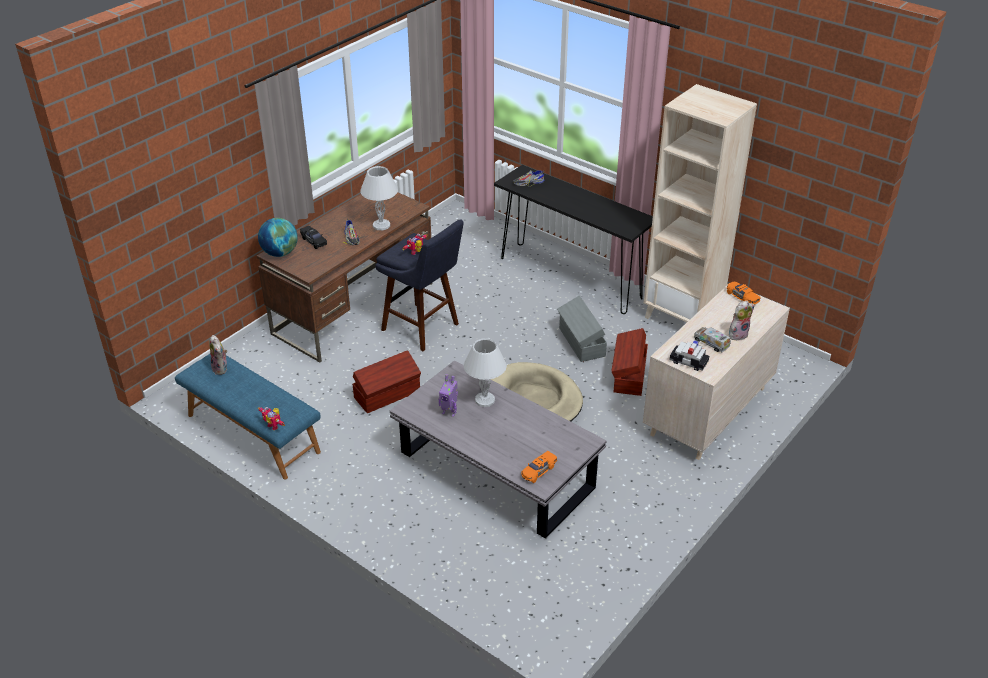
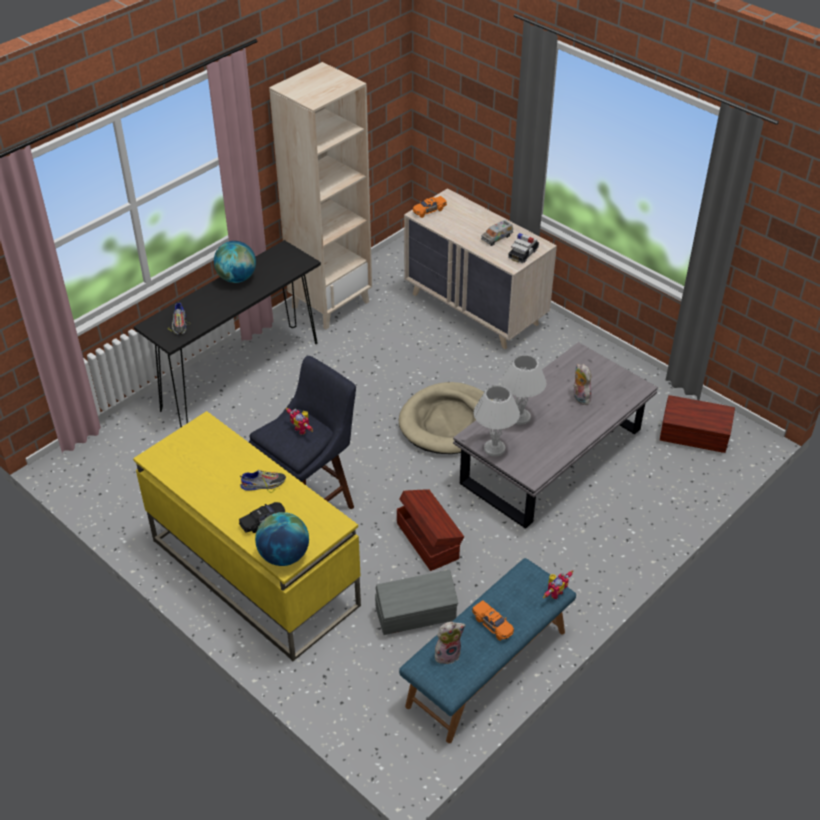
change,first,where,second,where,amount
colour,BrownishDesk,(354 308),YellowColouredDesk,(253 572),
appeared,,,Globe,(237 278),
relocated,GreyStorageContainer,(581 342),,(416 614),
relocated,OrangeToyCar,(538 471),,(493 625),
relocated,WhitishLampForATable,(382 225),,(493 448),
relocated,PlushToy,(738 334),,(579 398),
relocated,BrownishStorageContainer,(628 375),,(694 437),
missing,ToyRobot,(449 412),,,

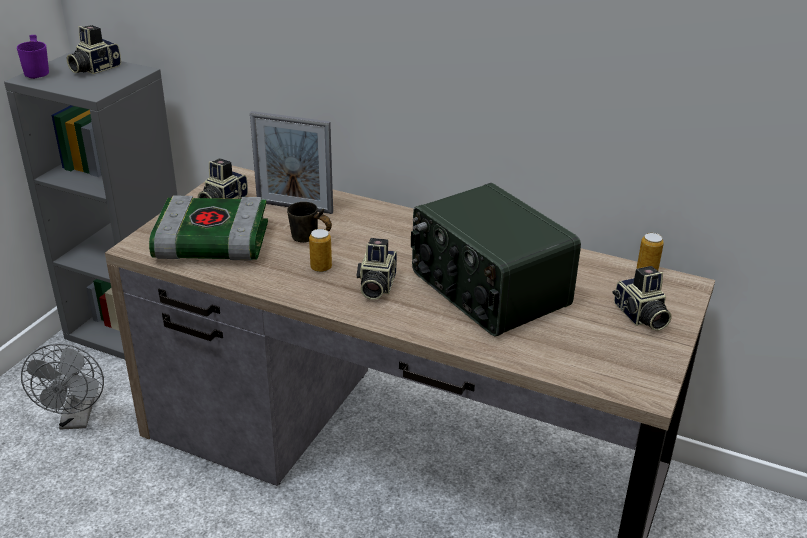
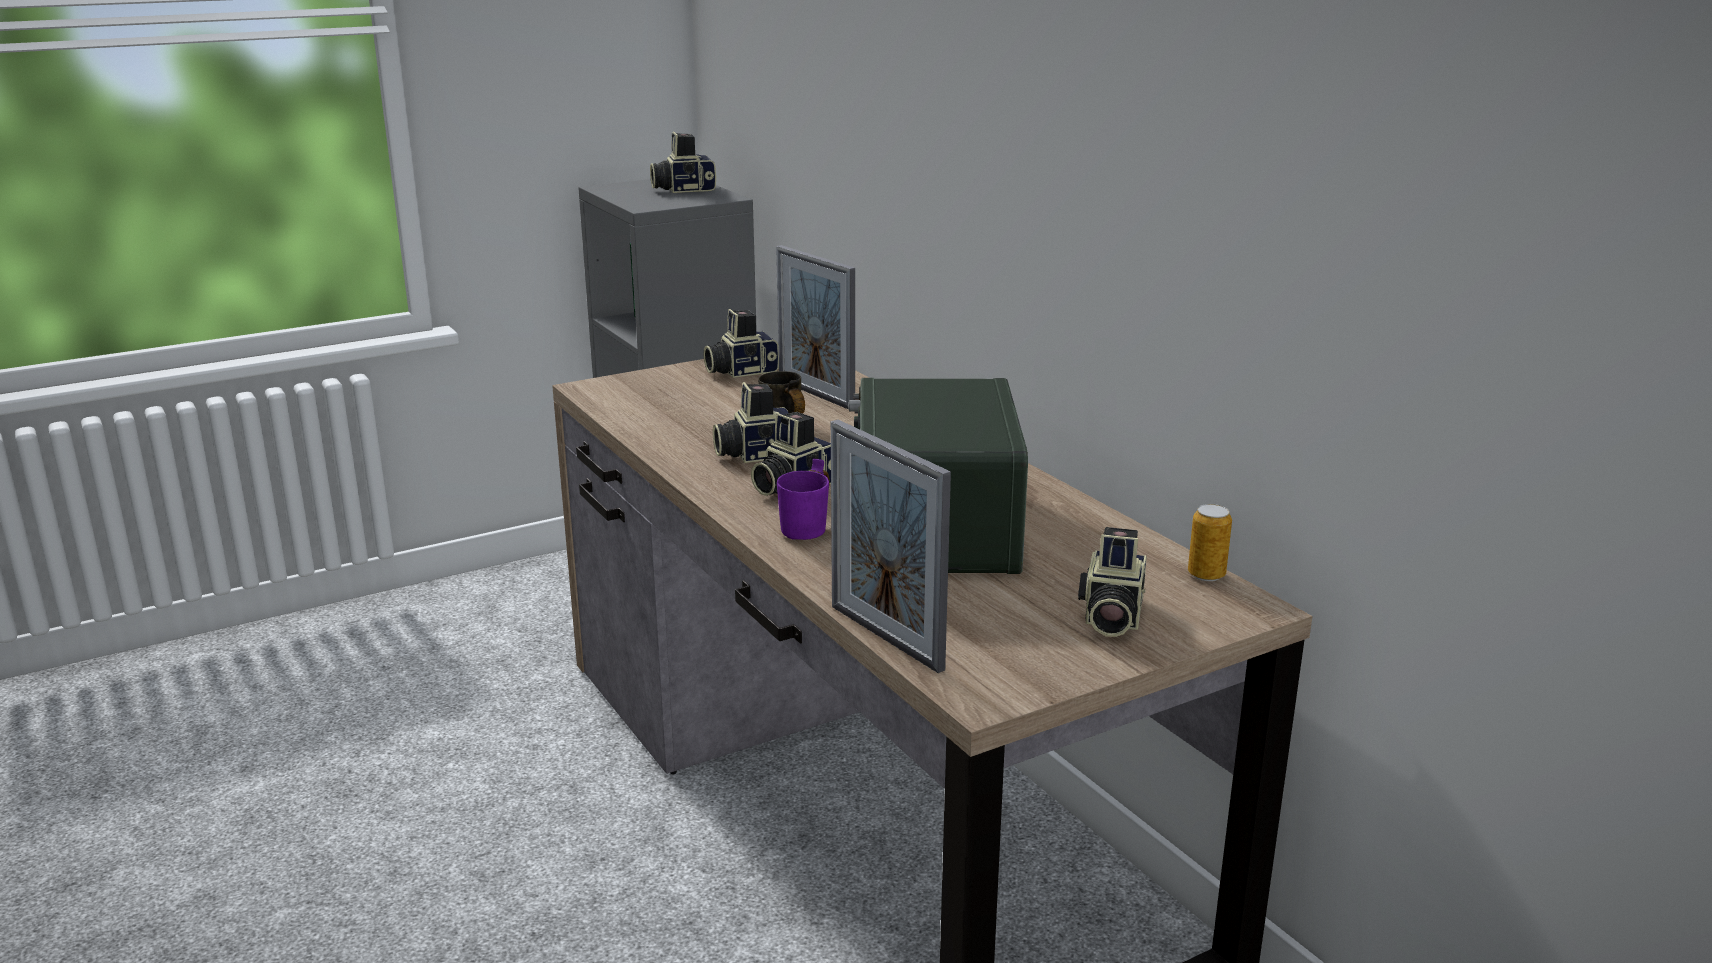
change,first,where,second,where,amount
exchanged,Can,(321 268),PhotoCamera,(756 454),
relocated,PurpleColouredTeaMug,(41 73),,(812 530),
appeared,,,StandingFrame,(886 637),
missing,GreyFan,(76 420),,,
missing,Volume,(210 244),,,

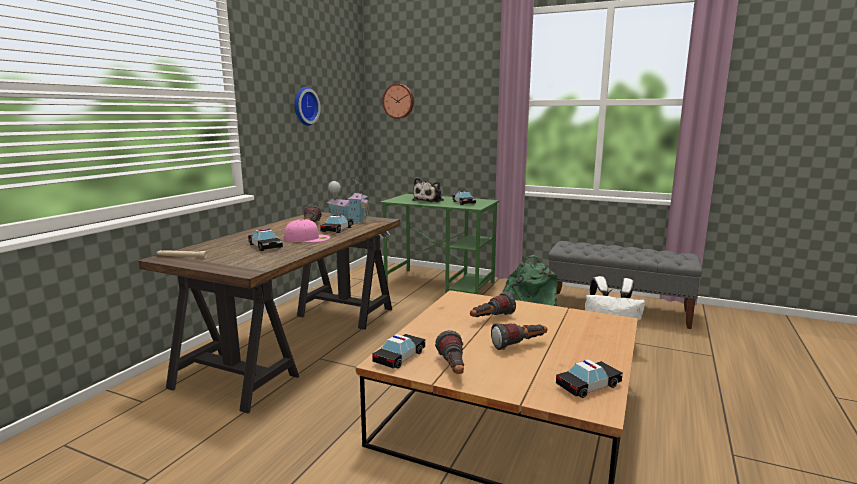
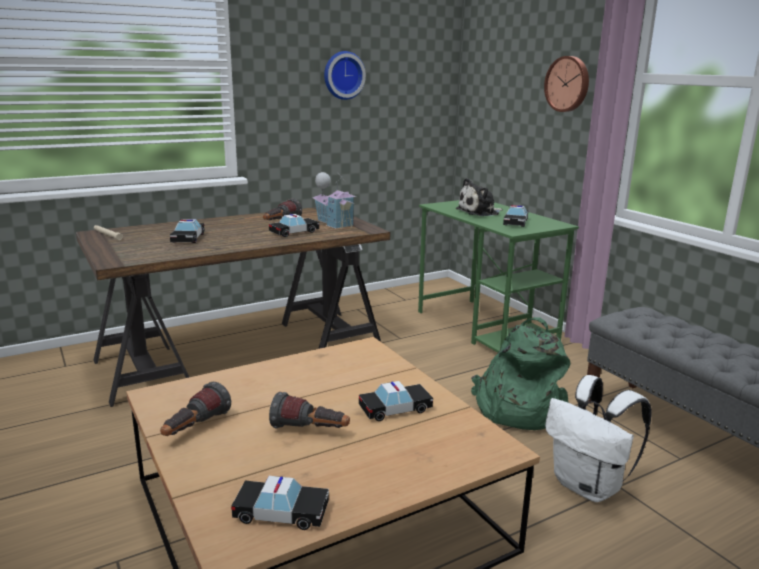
change,first,where,second,where,amount
relocated,ToyCar,(399 357),,(395 409),
relocated,WallClock,(399 101),,(568 84),
missing,PinkishBaseballCap,(307 238),,,
missing,HandTorch,(490 319),,,

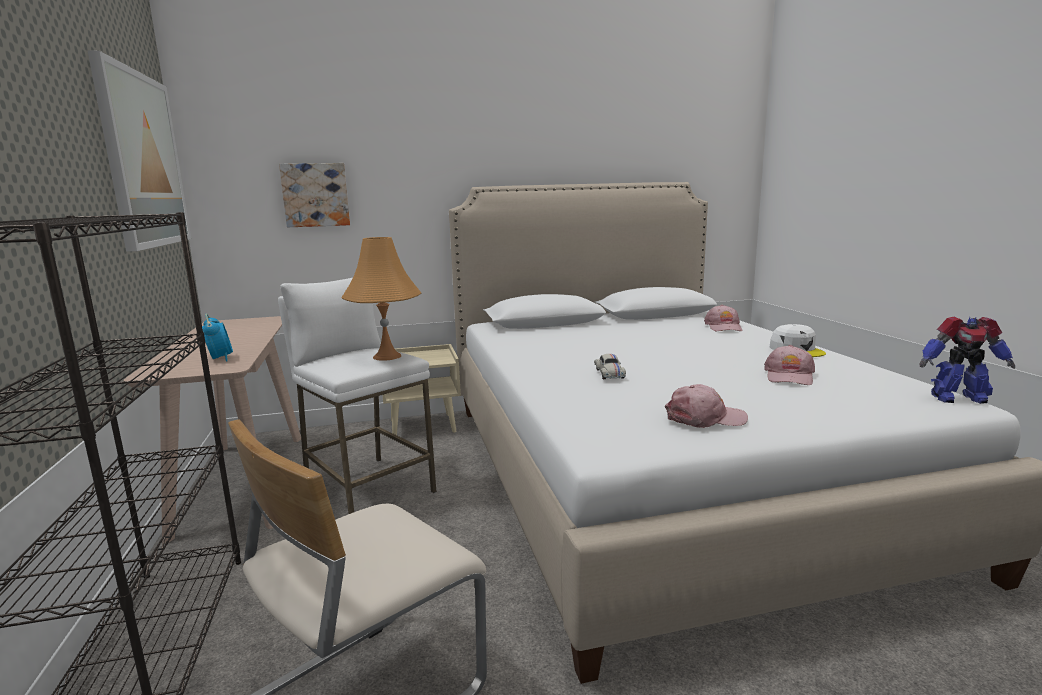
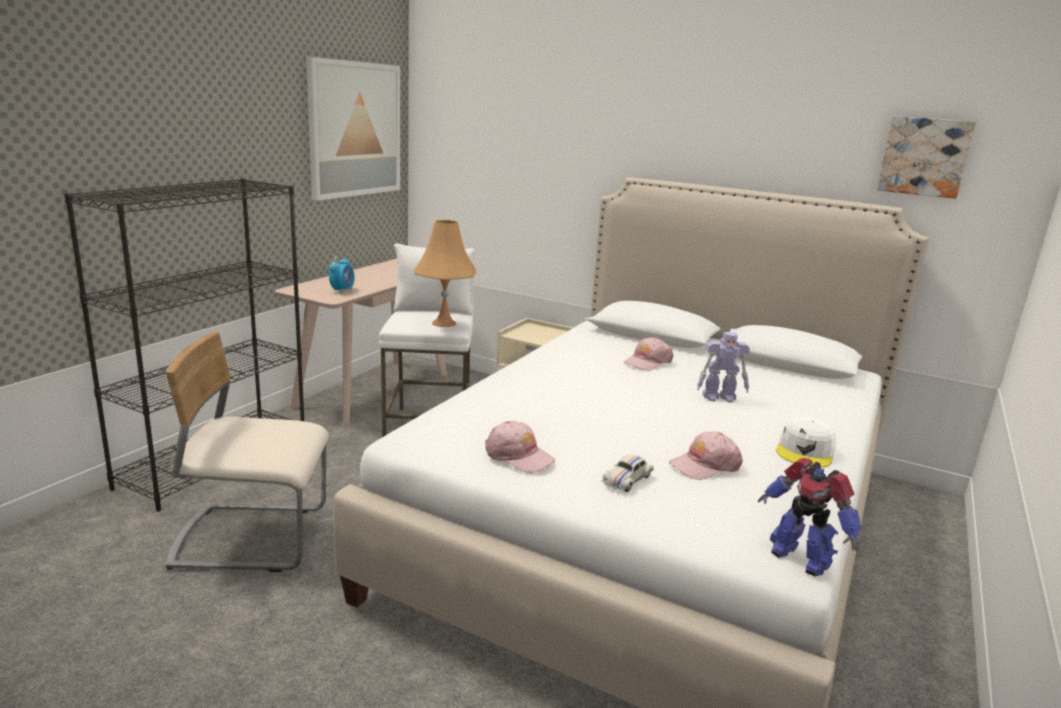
change,first,where,second,where,amount
relocated,WhitishToyCar,(609 374),,(627 480),
relocated,PinkishBaseballCap,(723 327),,(647 362),
appeared,,,ToyRobot,(720 397),
relocated,Picture,(316 195),,(924 156),

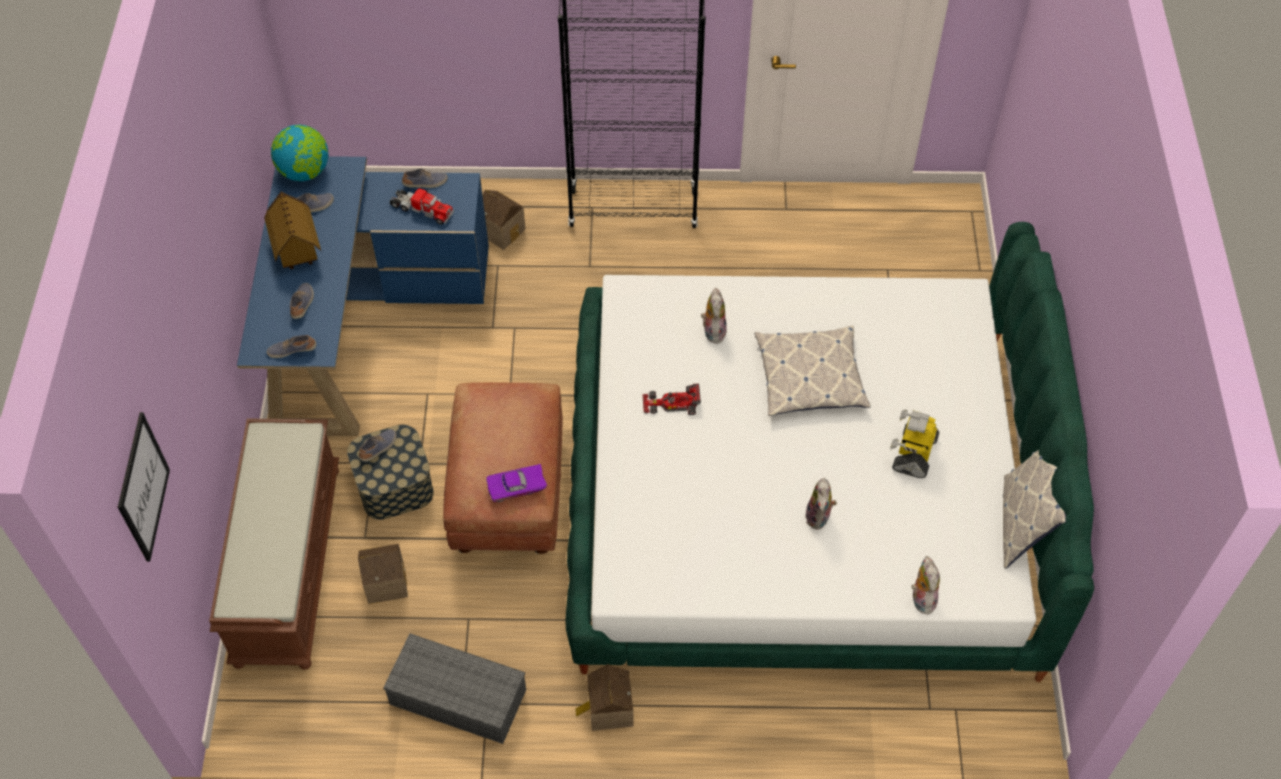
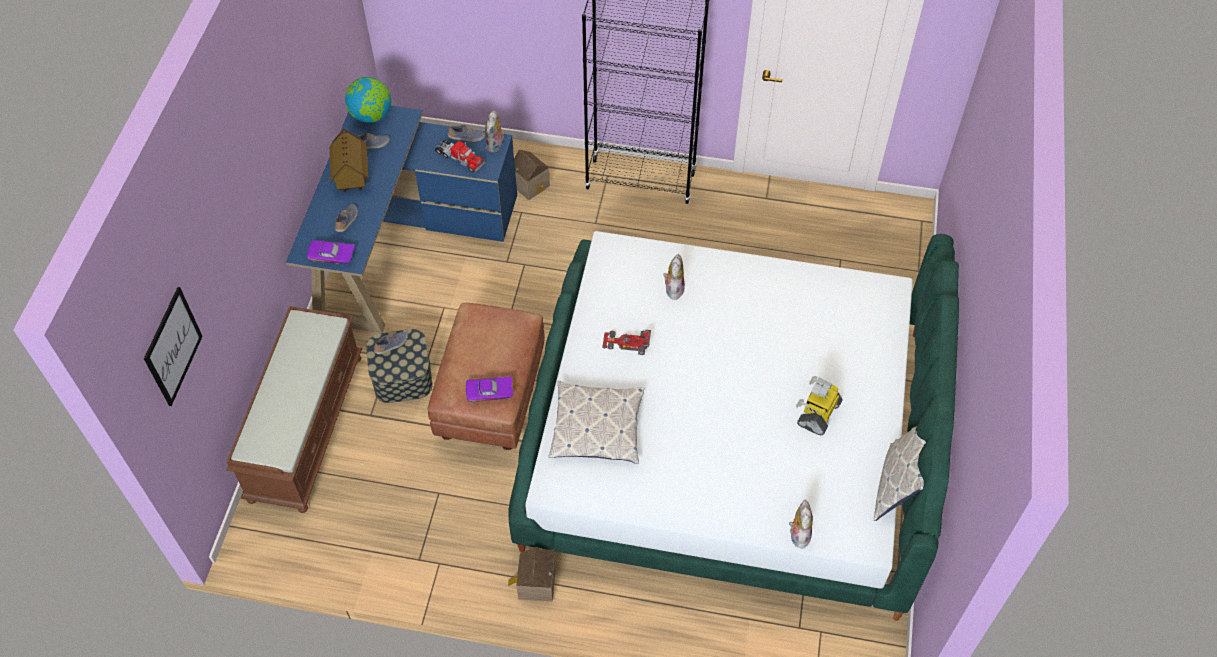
change,first,where,second,where,amount
exchanged,Shoe,(292 350),PurpleColouredToyCar,(331 256),
relocated,PlushToy,(819 517),,(496 145),
relocated,ThrowPillow,(810 377),,(597 427),
missing,MiniatureHouse,(385 580),,,
missing,GreyStorageContainer,(456 697),,,

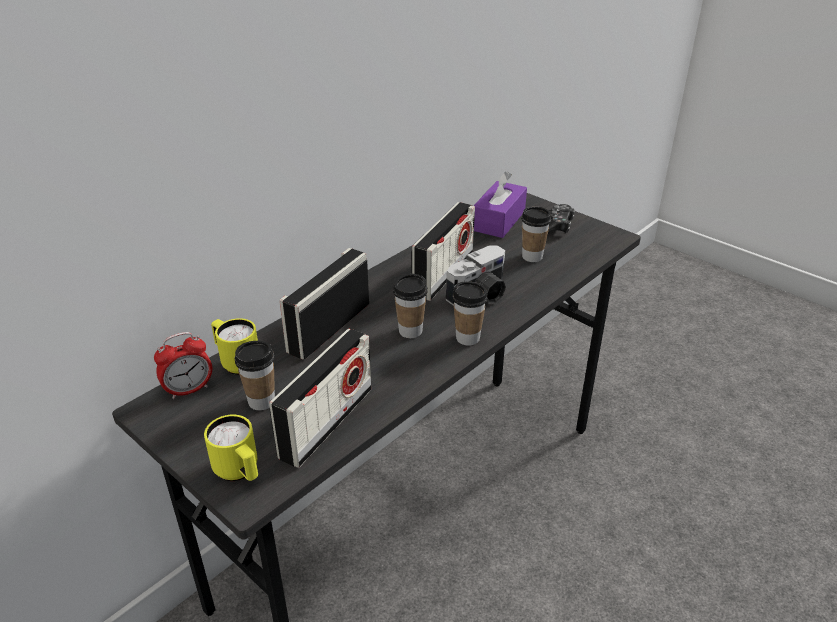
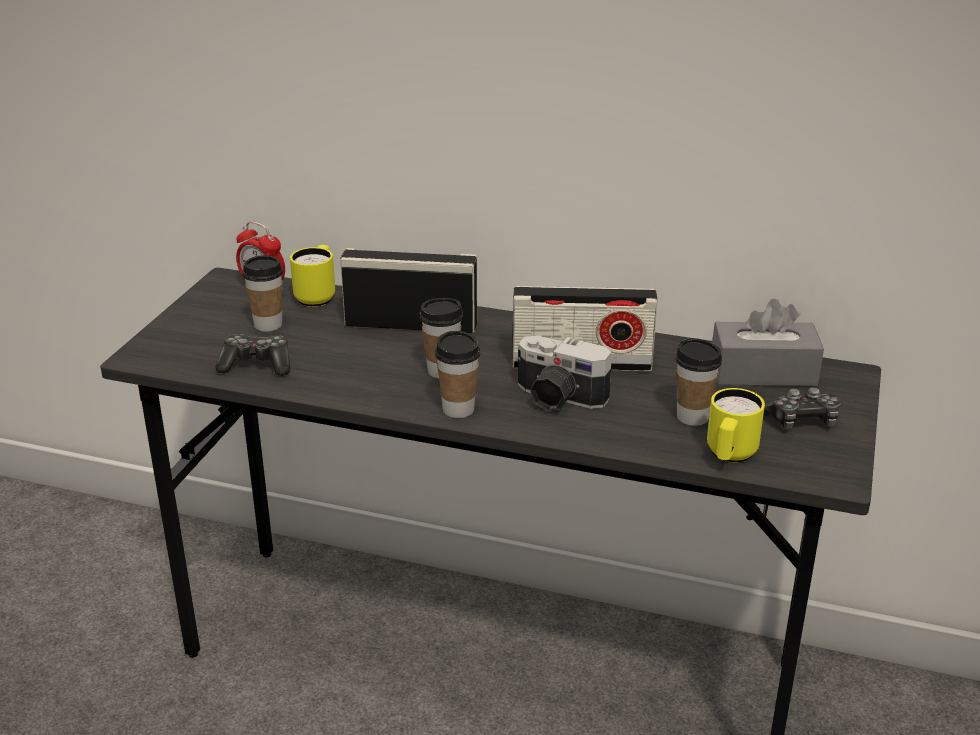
change,first,where,second,where,amount
exchanged,Radio,(326 422),Joypad,(256 365),
relocated,YellowColouredTeaMug,(240 473),,(729 456),
colour,PurpleColouredTissueBox,(498 220),GreyTissueBox,(763 372),

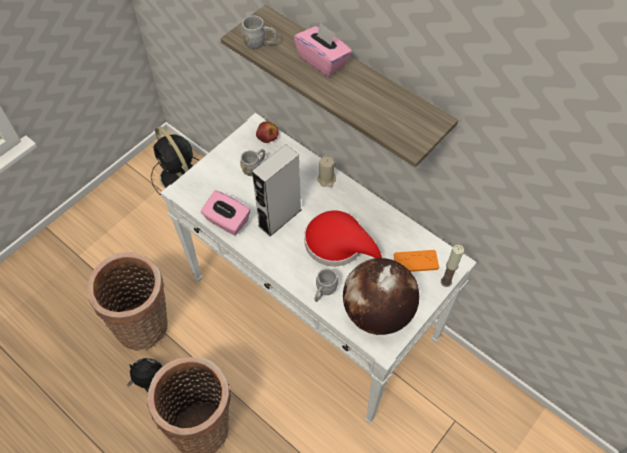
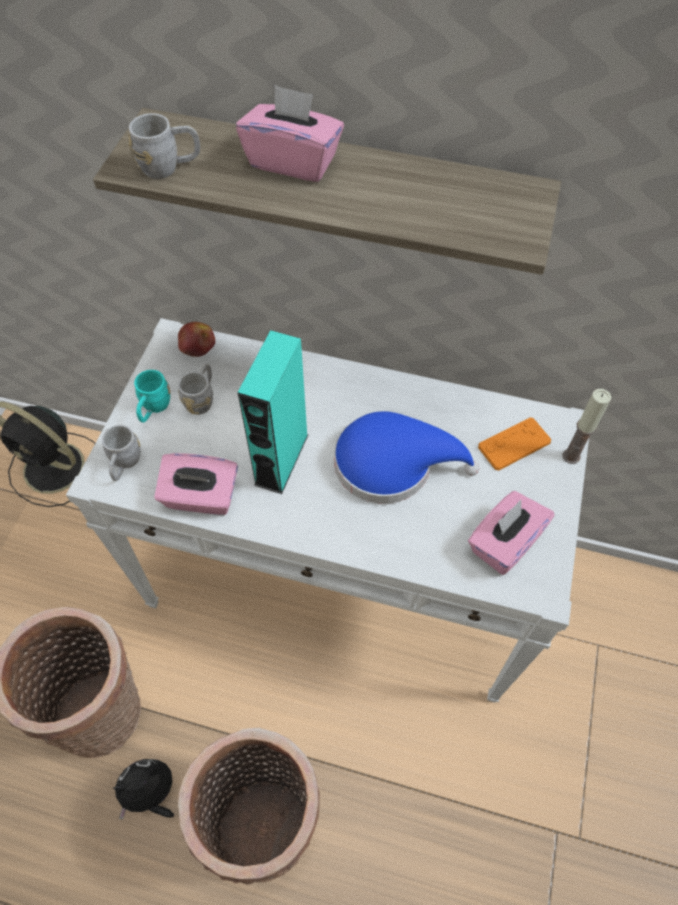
change,first,where,second,where,amount
relocated,GreyTeaMug,(324 292),,(124 464),
appeared,,,TurquoiseTeaMug,(153 409),
colour,GreyLoudspeaker,(279 218),TurquoiseLoudspeaker,(281 459),
colour,ReddishHat,(339 244),BluishHat,(392 463),
exchanged,Globe,(377 312),PinkishTissueBox,(504 542),
missing,SandColouredWaxLight,(326 179),,,

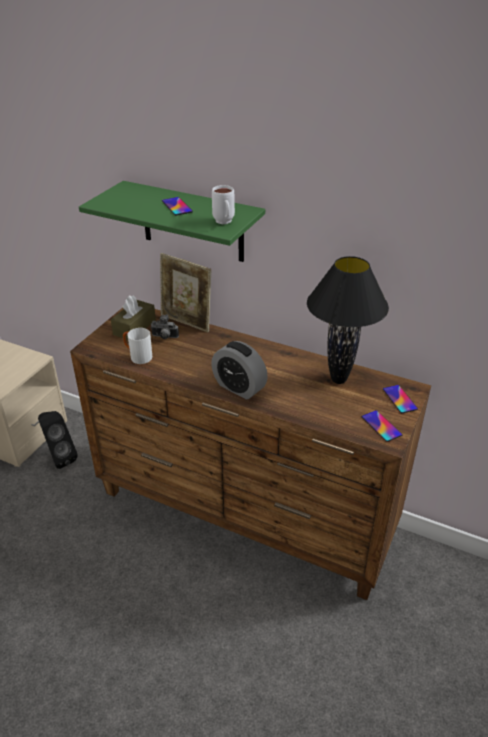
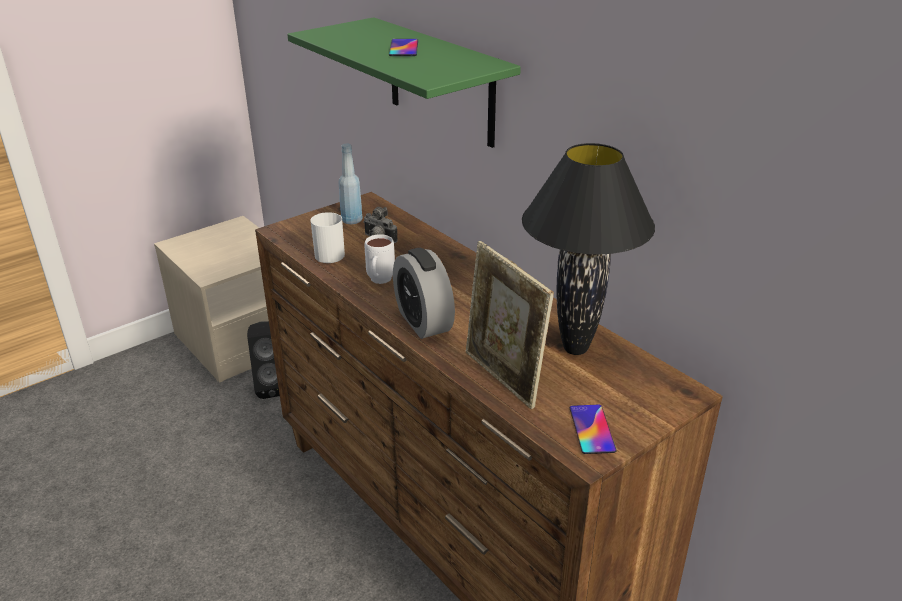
change,first,where,second,where,amount
exchanged,BrownishTissueBox,(134 327),BluishBeverageBottle,(351 220),
relocated,WhitishTeaMug,(224 223),,(379 282),
relocated,StandingFrame,(186 322),,(503 378),
missing,Phone,(399 399),,,

